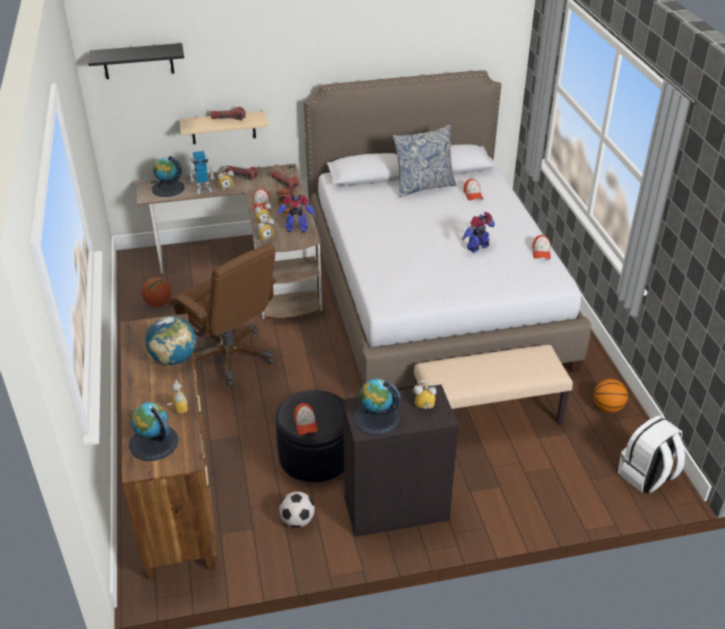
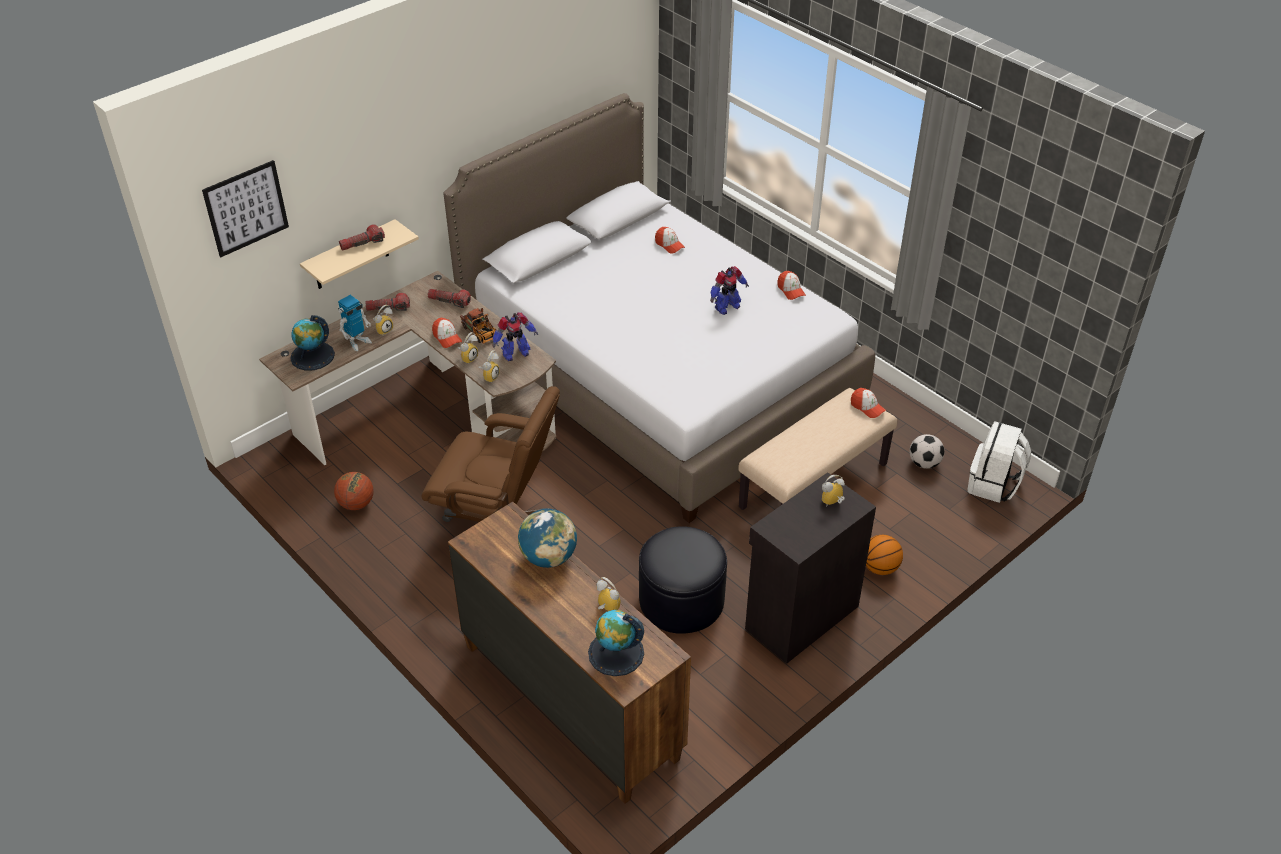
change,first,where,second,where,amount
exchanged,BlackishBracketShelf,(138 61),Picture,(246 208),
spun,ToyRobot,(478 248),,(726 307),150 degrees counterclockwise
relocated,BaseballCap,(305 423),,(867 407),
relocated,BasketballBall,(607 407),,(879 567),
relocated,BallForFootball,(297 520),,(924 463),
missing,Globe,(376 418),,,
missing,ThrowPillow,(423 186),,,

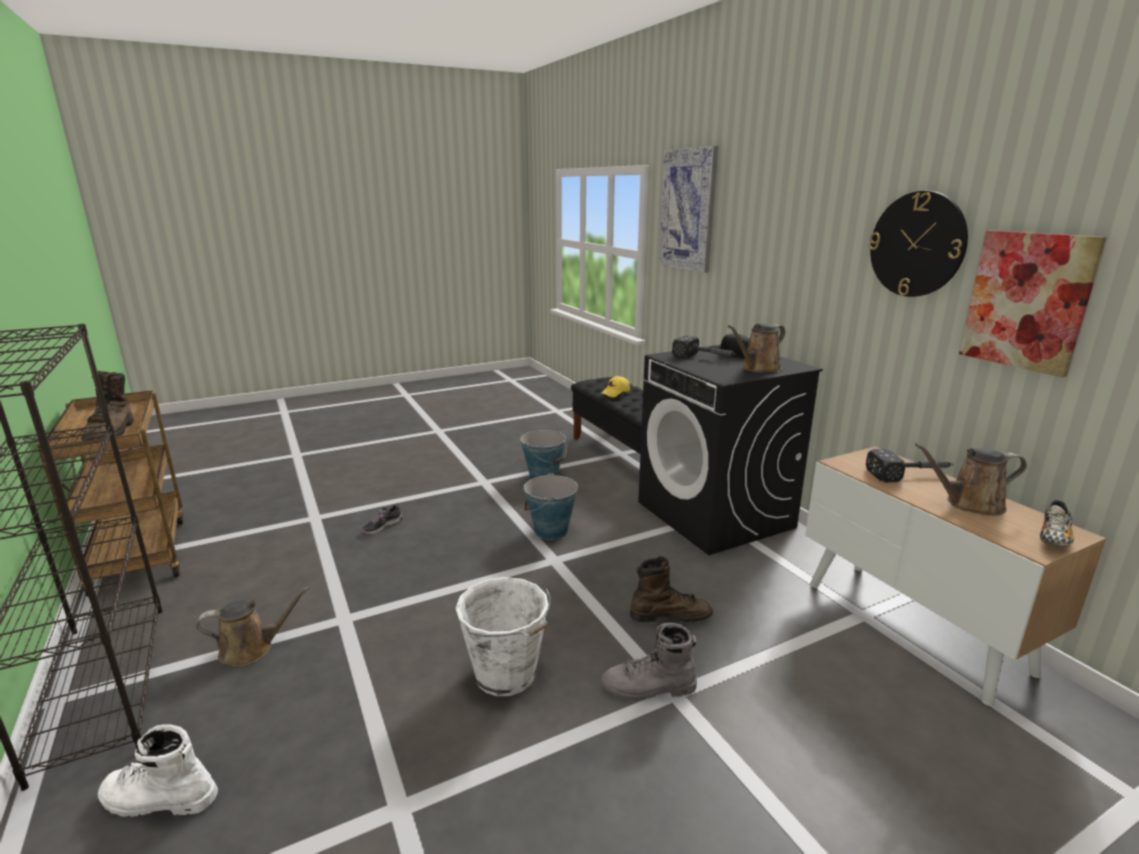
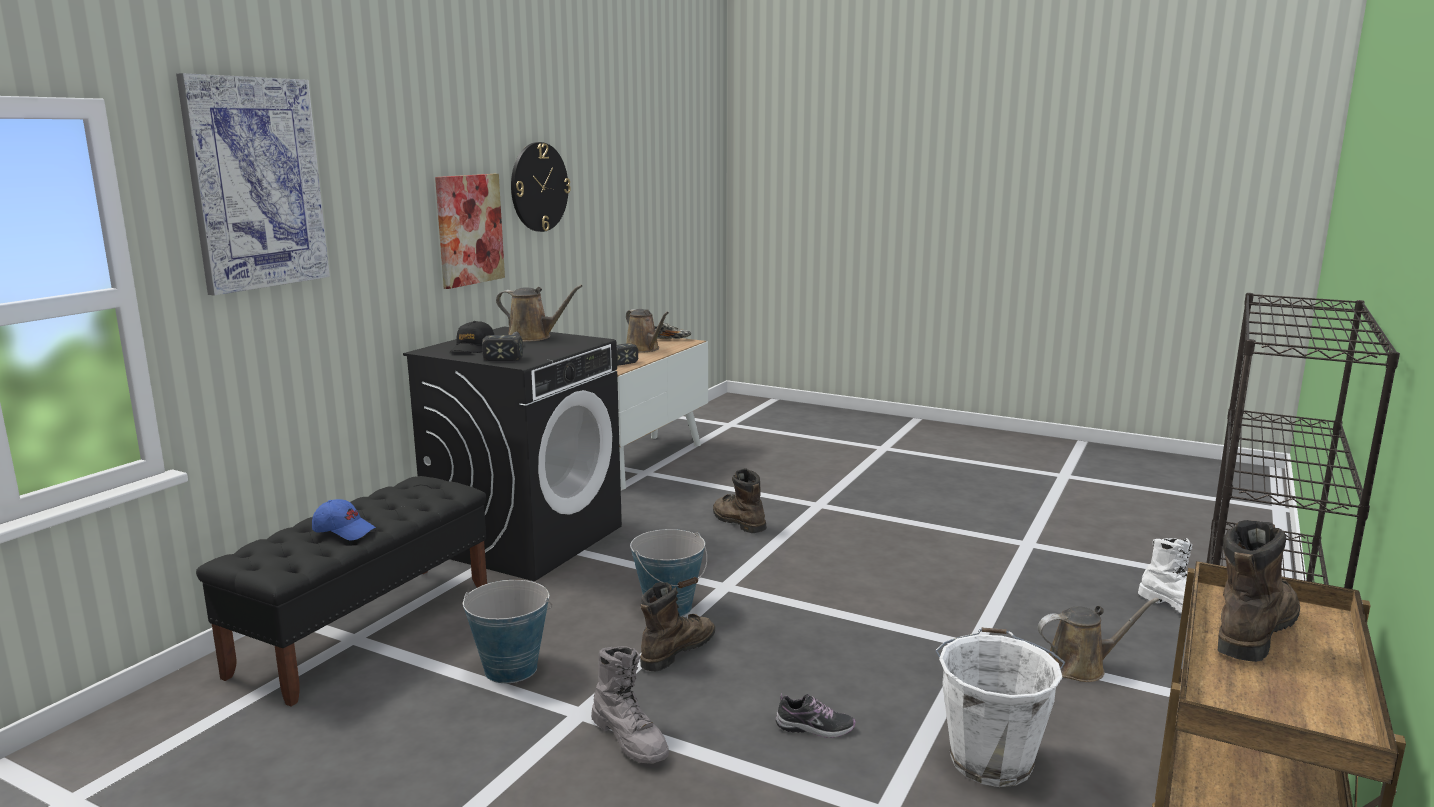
change,first,where,second,where,amount
colour,YellowColouredBaseballCap,(615 393),BluishBaseballCap,(344 531),
relocated,Picture,(1027 301),,(469 229),
relocated,GreyBoot,(649 688),,(630 739),
appeared,,,BrownishBoot,(677 651),
relocated,WhitishWaterBucket,(507 676),,(991 759),
spun,BrownishSprinklingCan,(251 649),,(1081 666),135 degrees clockwise

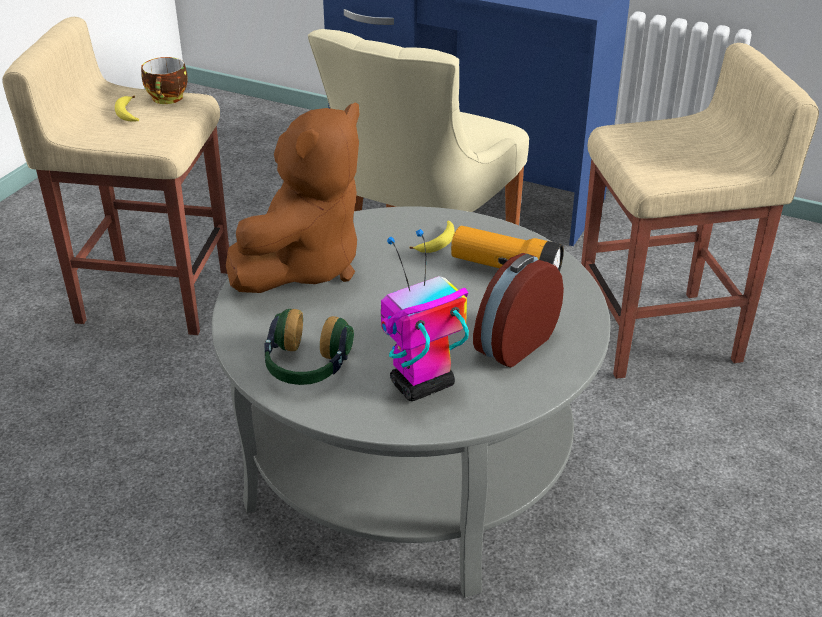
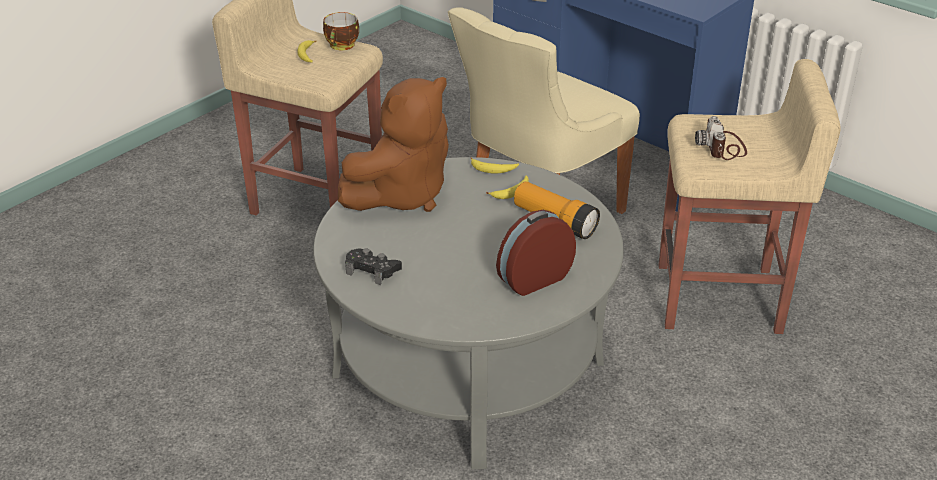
change,first,where,second,where,amount
exchanged,Headphones,(306 367),BlackishJoypad,(372 270),
appeared,,,Banana,(493 169),
appeared,,,PhotoCamera,(723 147),
missing,ToyRobot,(421 385),,,

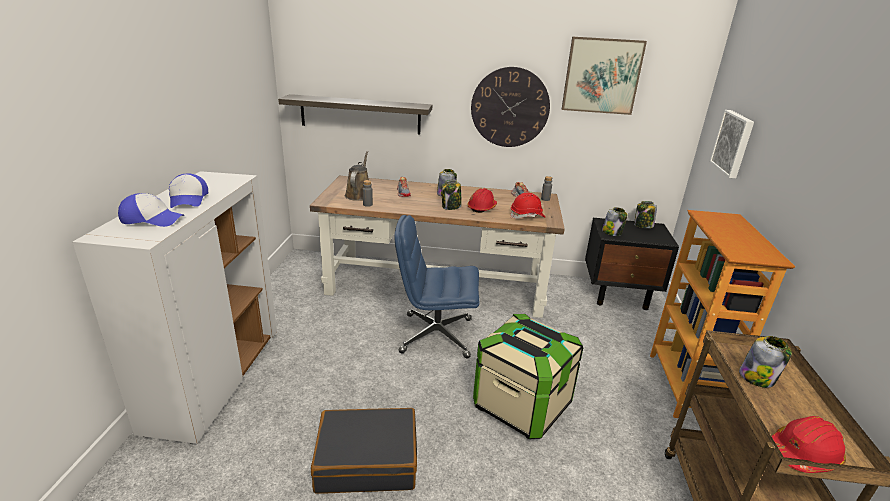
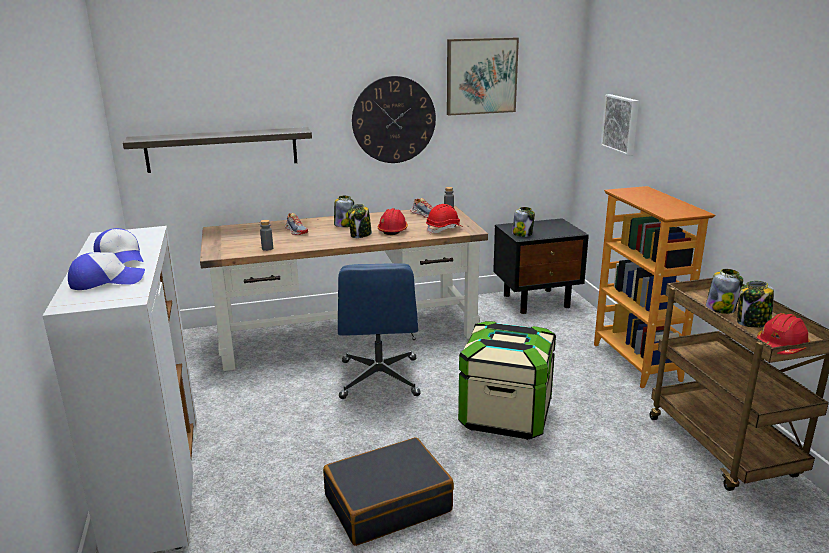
change,first,where,second,where,amount
spun,BluishDeskChair,(435 335),,(379 379),75 degrees counterclockwise
relocated,Jar,(643 226),,(752 323),
missing,BrownishSprinklingCan,(359 194),,,

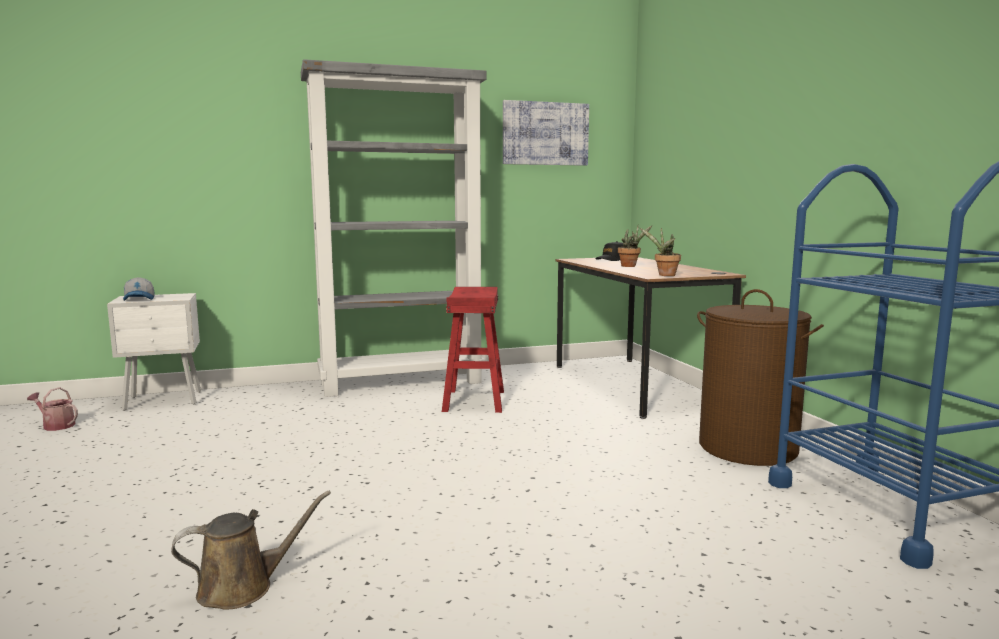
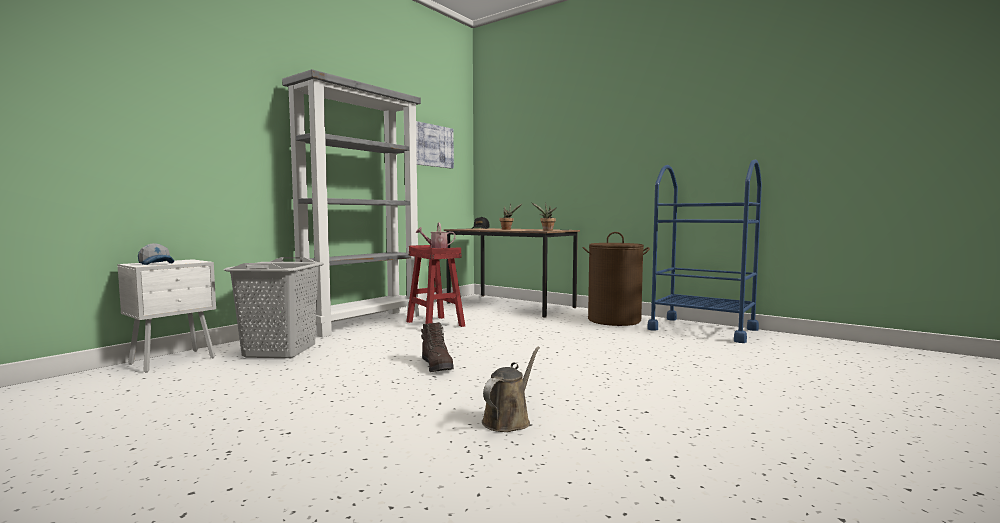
change,first,where,second,where,amount
appeared,,,GreyHamper,(279 351),
relocated,SprinklingCan,(56 425),,(436 247),
appeared,,,BrownishBoot,(437 366),

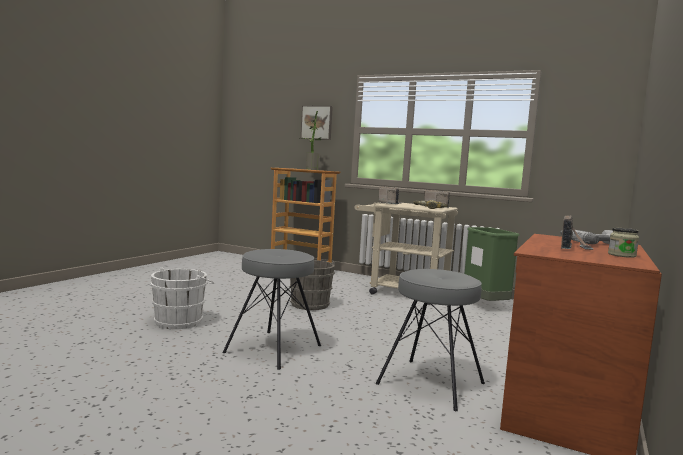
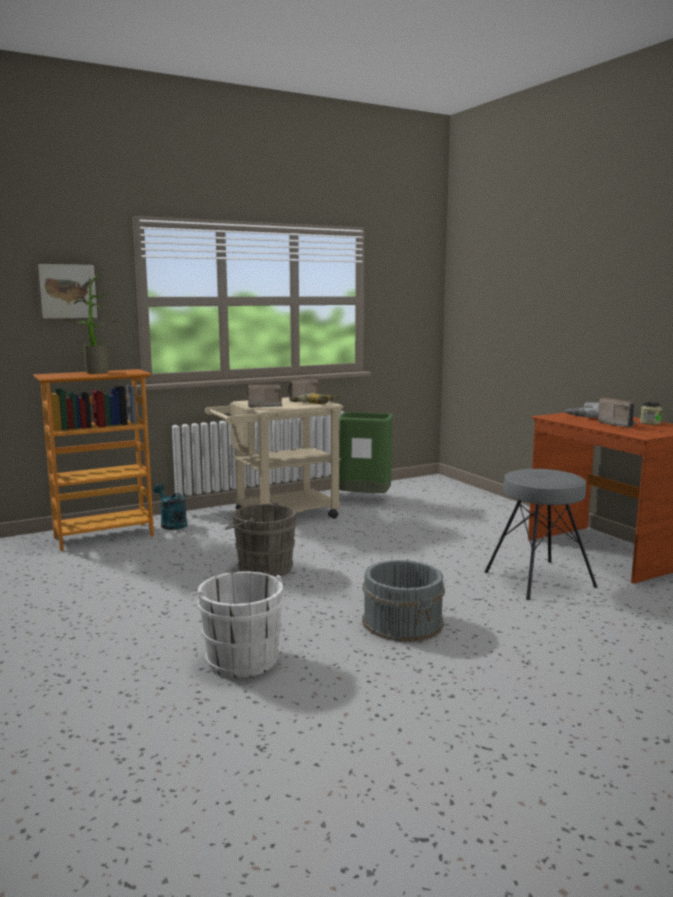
change,first,where,second,where,amount
appeared,,,TurquoiseSprinklingCan,(171 524),
exchanged,GreyStoolSeat,(274 349),GreyWaterBucket,(403 622),

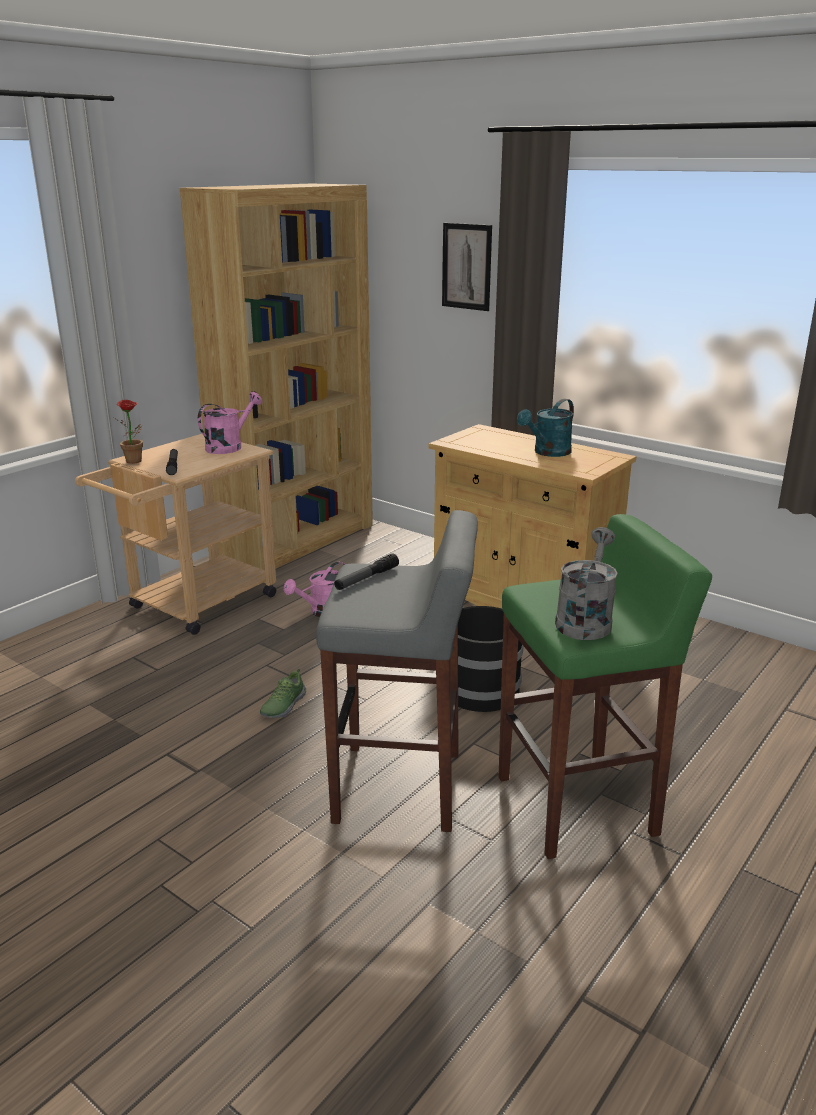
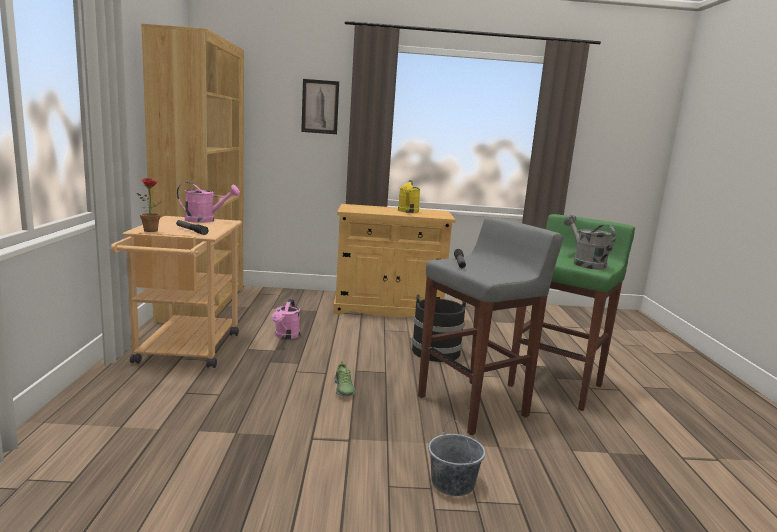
change,first,where,second,where,amount
spun,PinkishSprinklingCan,(229 446),,(205 220),90 degrees clockwise
colour,TurquoiseSprinklingCan,(548 453),YellowColouredSprinklingCan,(408 211),
appeared,,,GreyWaterBucket,(453 483),

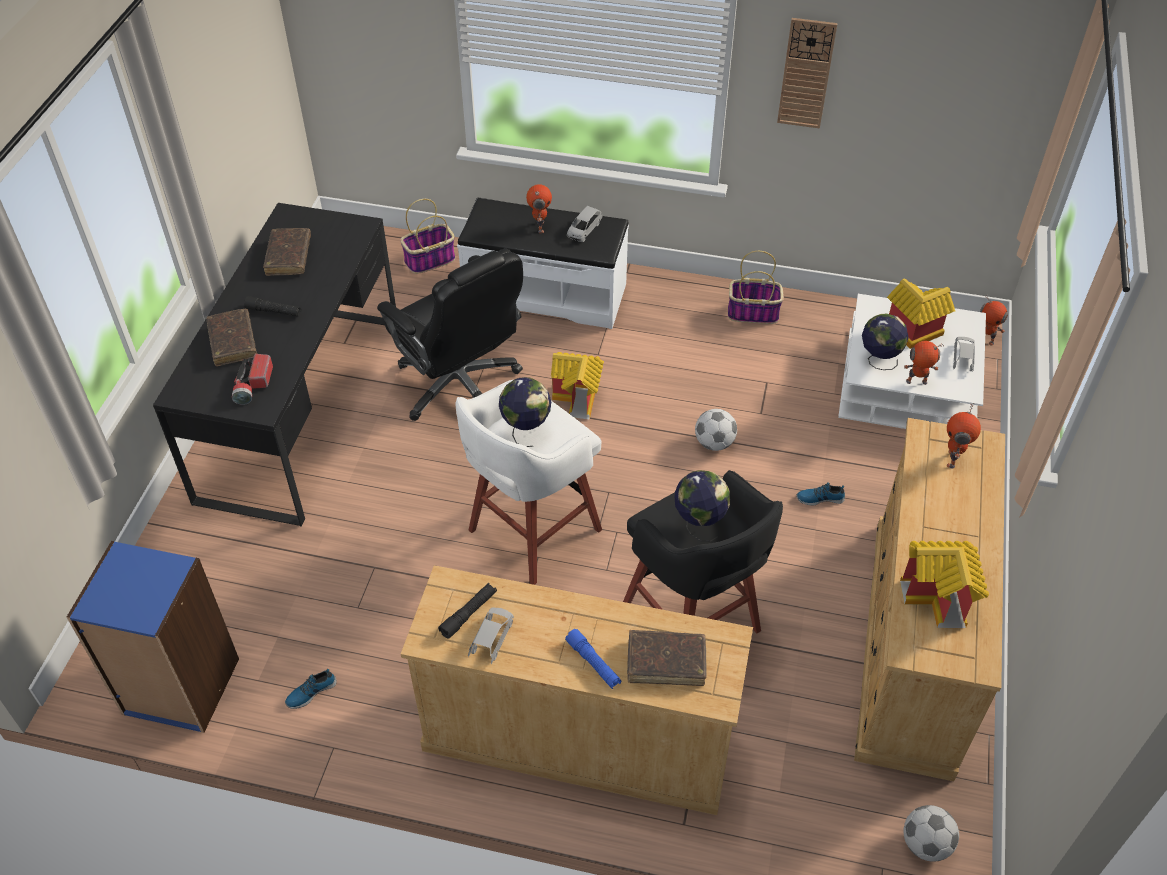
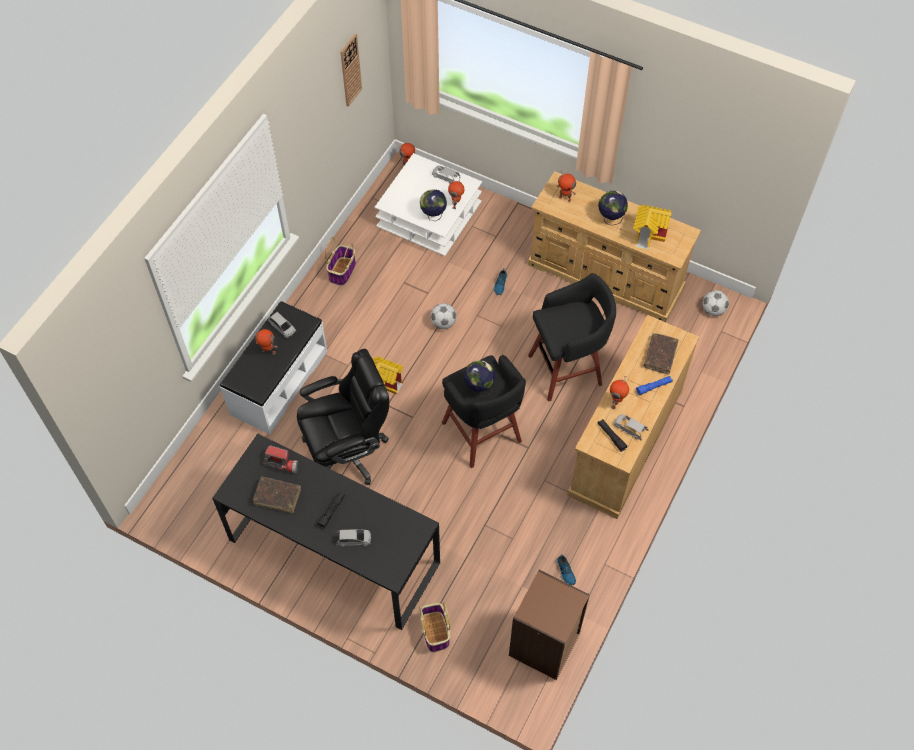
change,first,where,second,where,amount
relocated,HandTorch,(253 385),,(282 463),
exchanged,BrownishVolume,(233 342),GreyToyCar,(353 539),
relocated,WallClock,(806 73),,(350 70),
relocated,Basket,(429 260),,(435 632),
colour,WhitishStoolSeat,(531 532),BlackishStoolSeat,(482 434),
colour,BluishShelvingUnit,(180 687),BrownishShelvingUnit,(545 645),
relocated,Globe,(699 524),,(610 219),
appeared,,,ToyRobot,(616 403),
missing,MiniatureHouse,(911 333),,,

